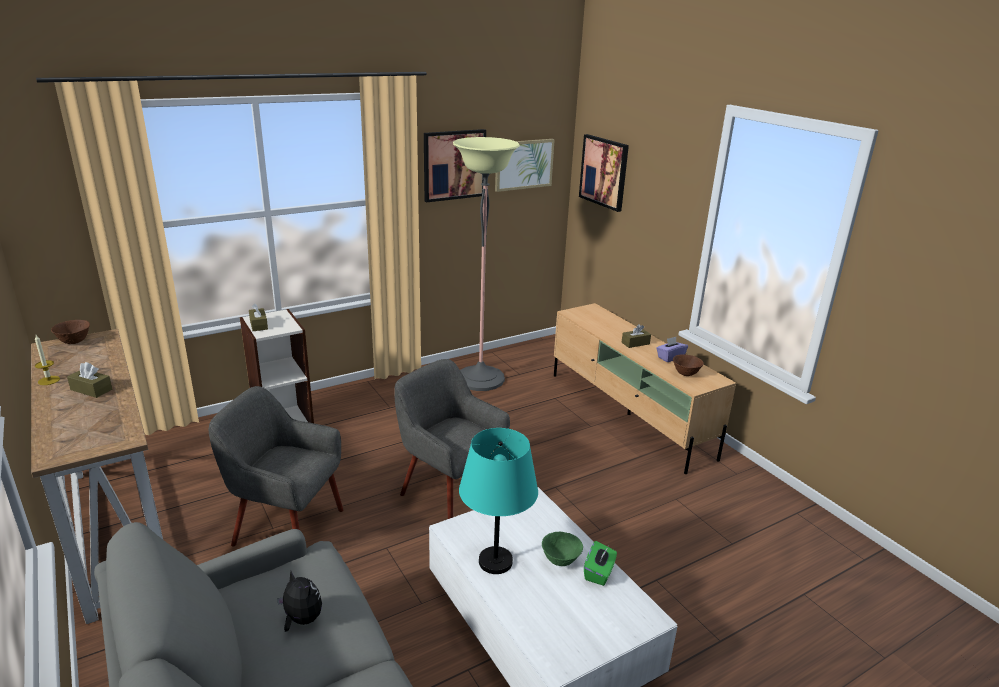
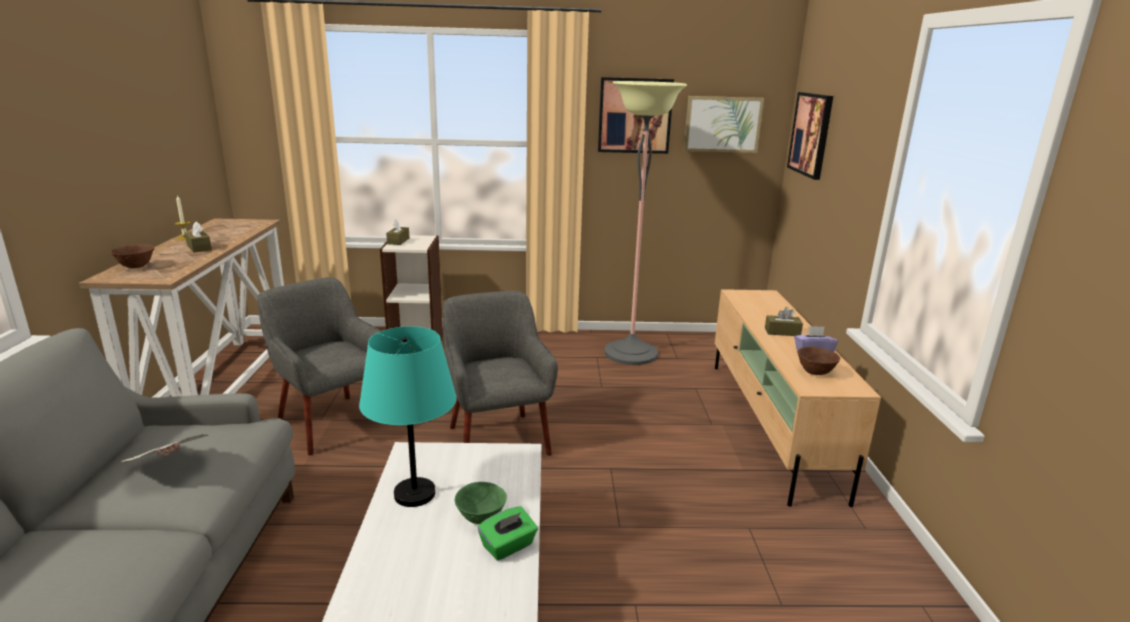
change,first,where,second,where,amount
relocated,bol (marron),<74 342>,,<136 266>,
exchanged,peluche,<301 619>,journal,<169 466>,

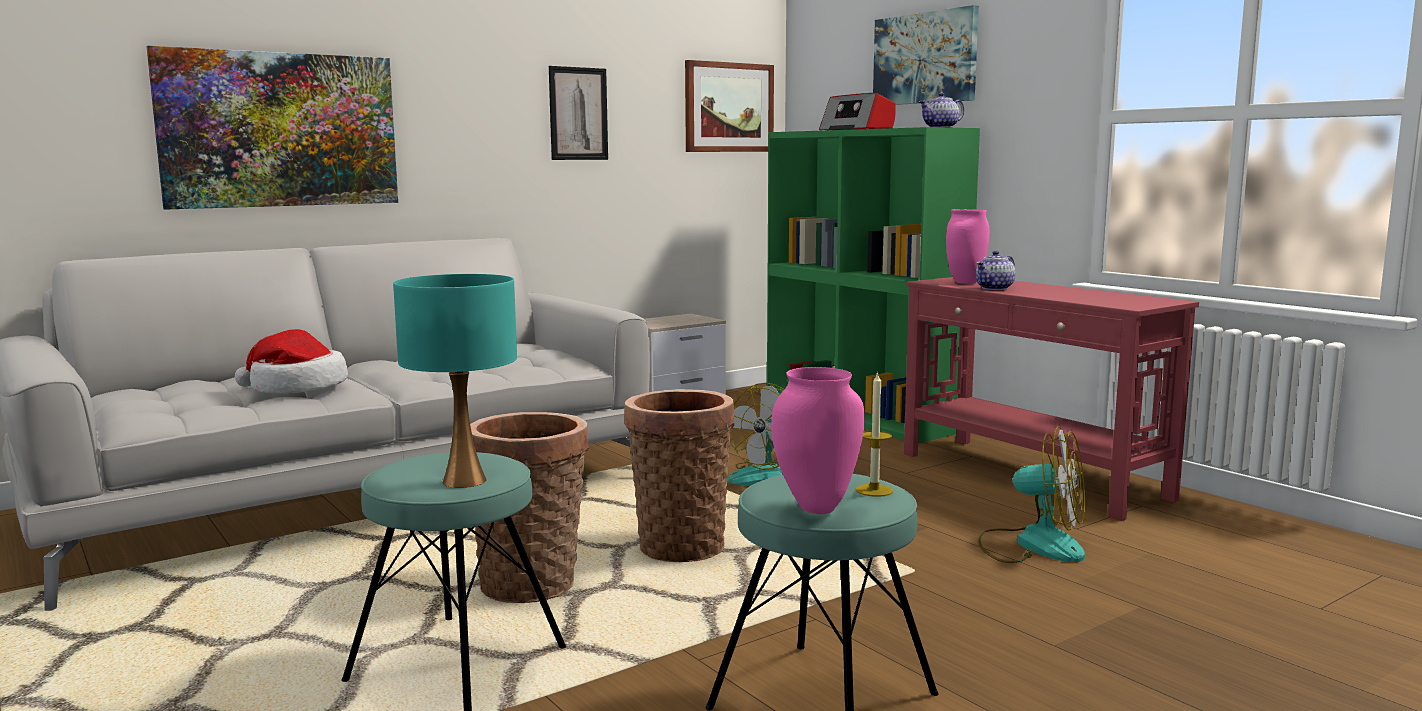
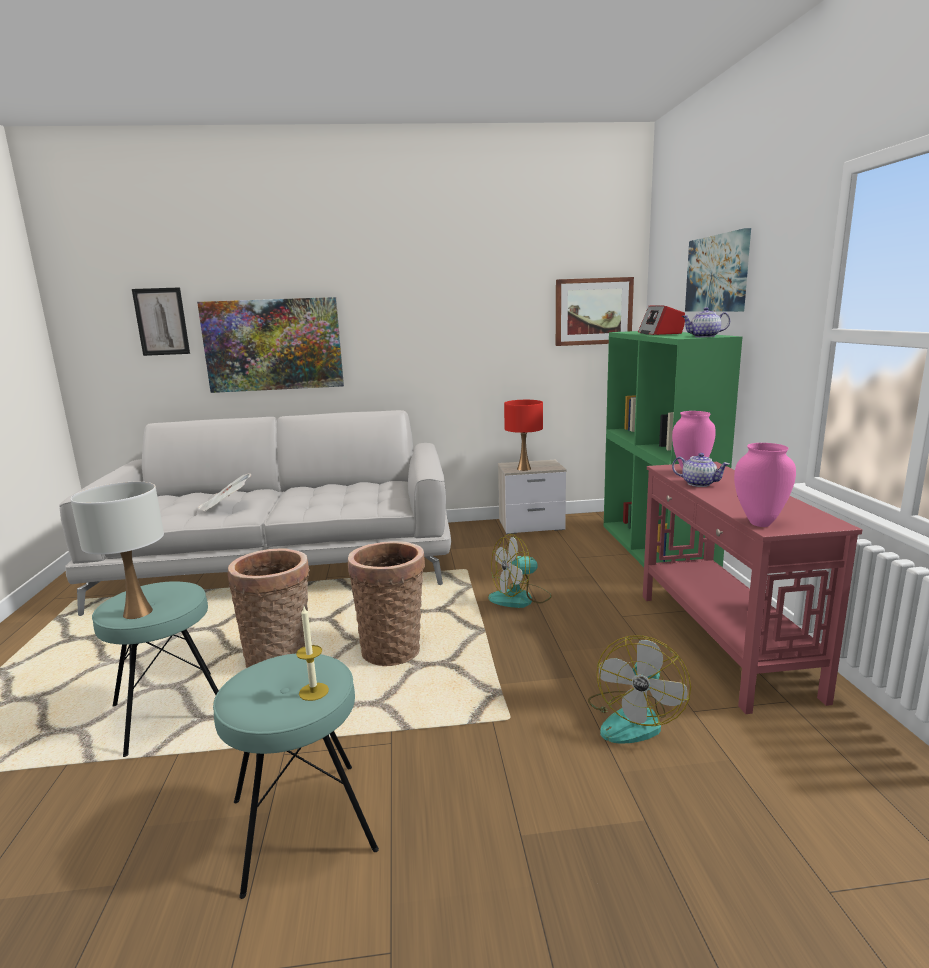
change,first,where,second,where,amount
appeared,,,lampe de table (rouge),<524 469>,
relocated,tableau,<578 113>,,<161 321>,
relocated,vase (rose),<816 507>,,<759 523>,
exchanged,chapeau,<296 388>,journal,<225 506>,
colour,lampe de table (turquoise),<465 481>,lampe de table (blanc),<138 612>,
spun,théière,<995 288>,,<699 483>,135 degrees counterclockwise
spun,ventilateur,<1032 545>,,<633 719>,60 degrees clockwise

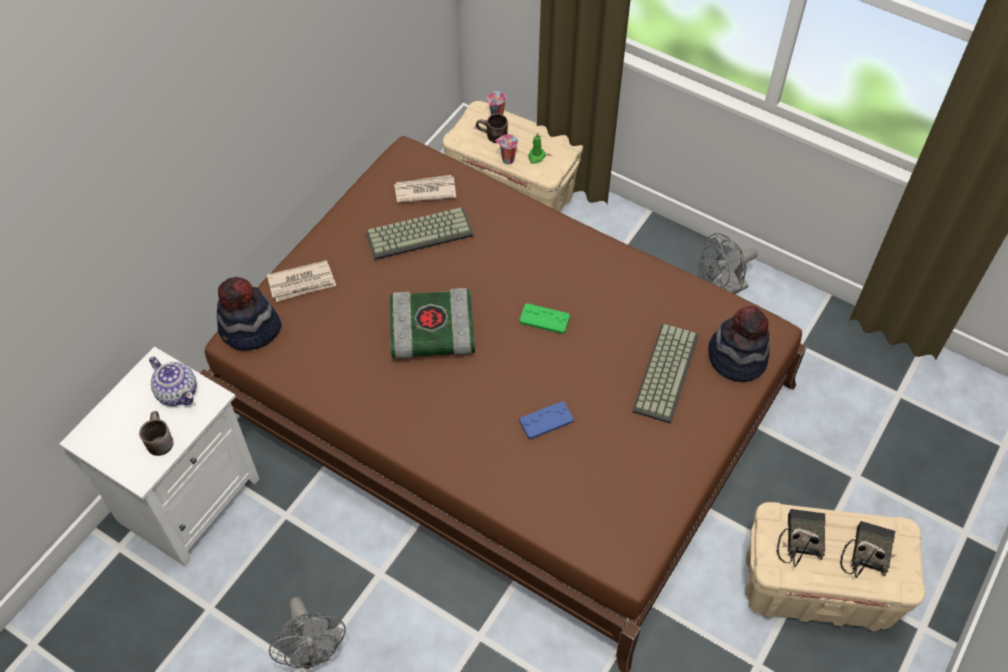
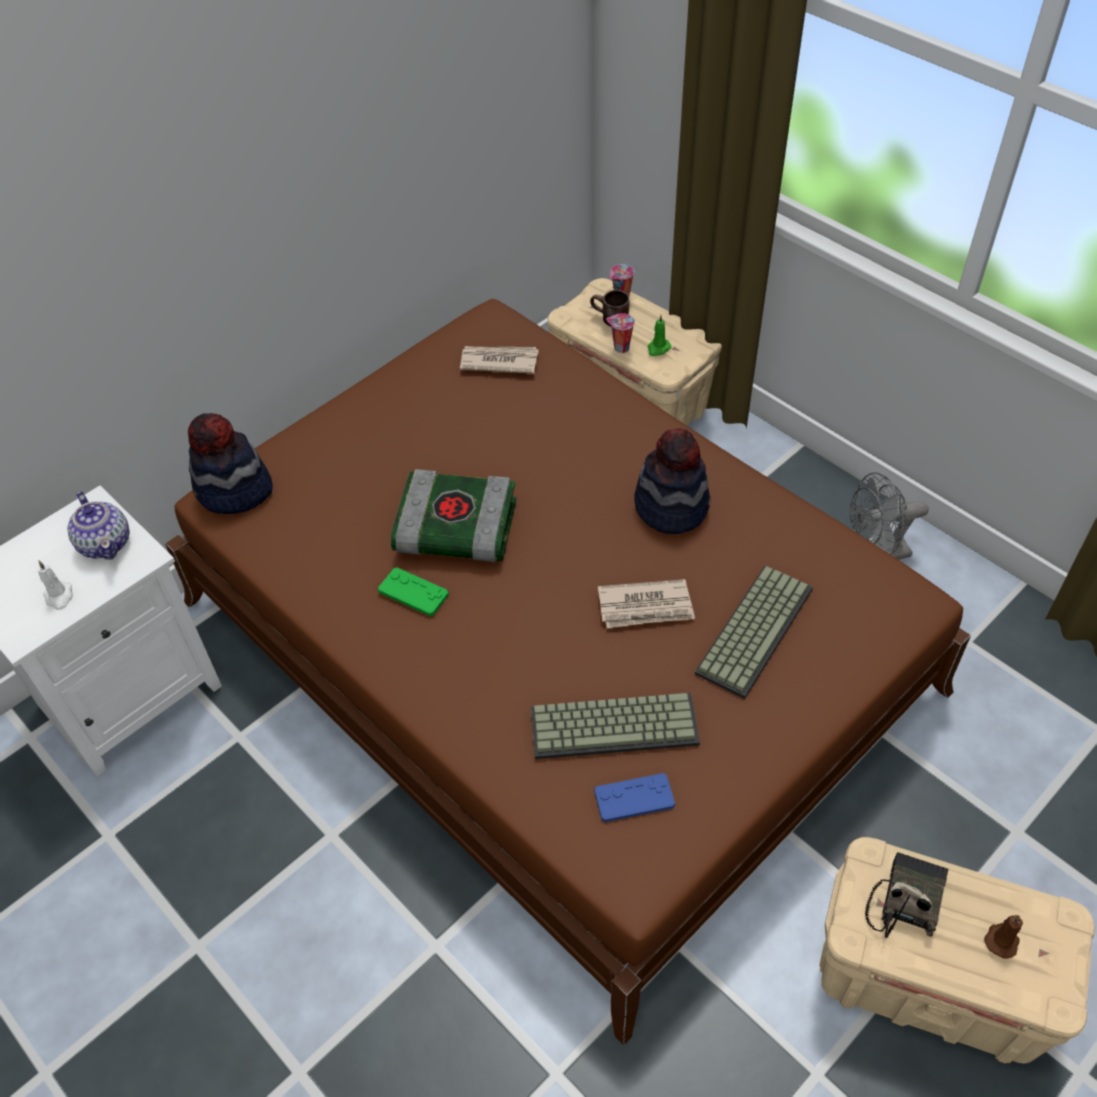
change,first,where,second,where,amount
missing,ventilateur (gris),<314 652>,,,
relocated,journal,<302 283>,,<646 607>,
relocated,clavier,<420 233>,,<615 724>,
relocated,manette (vert),<544 319>,,<413 592>,
relocated,manette (bleu),<546 420>,,<634 798>,
relocated,chapeau,<737 358>,,<671 506>,
exchanged,mug (marron),<158 440>,bougie (blanc),<59 596>,
exchanged,radio,<865 552>,bougie (marron),<1002 939>,

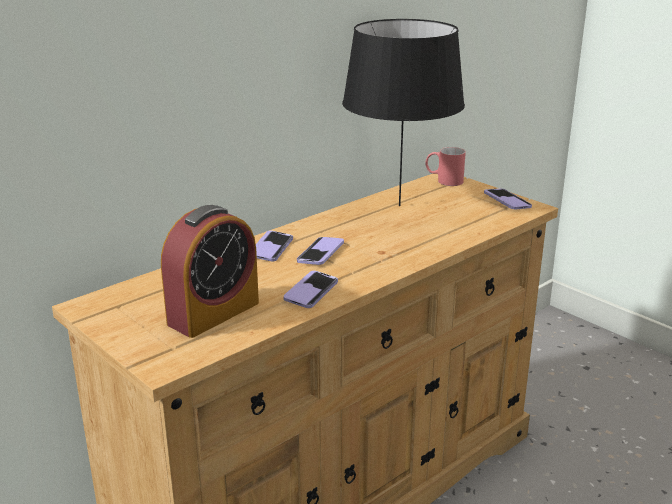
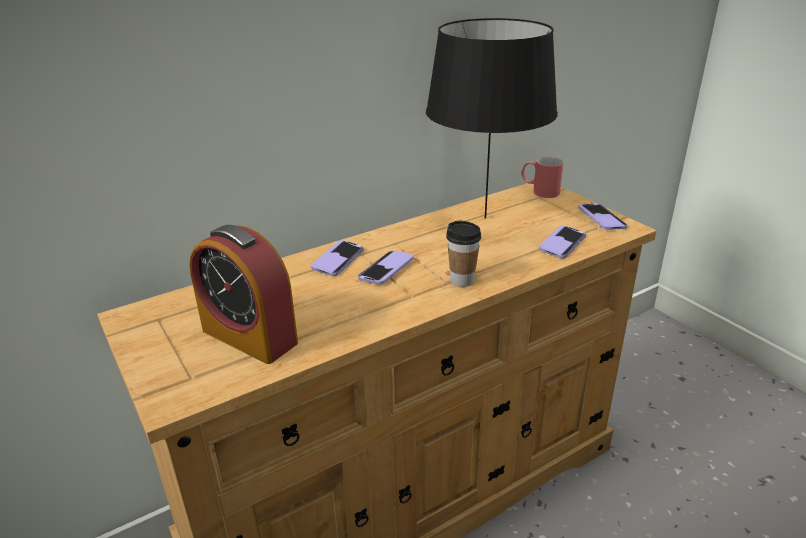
change,first,where,second,where,amount
appeared,,,tasse,<462 280>,
relocated,téléphone,<311 291>,,<562 243>,
spun,réveil,<213 313>,,<249 336>,75 degrees clockwise

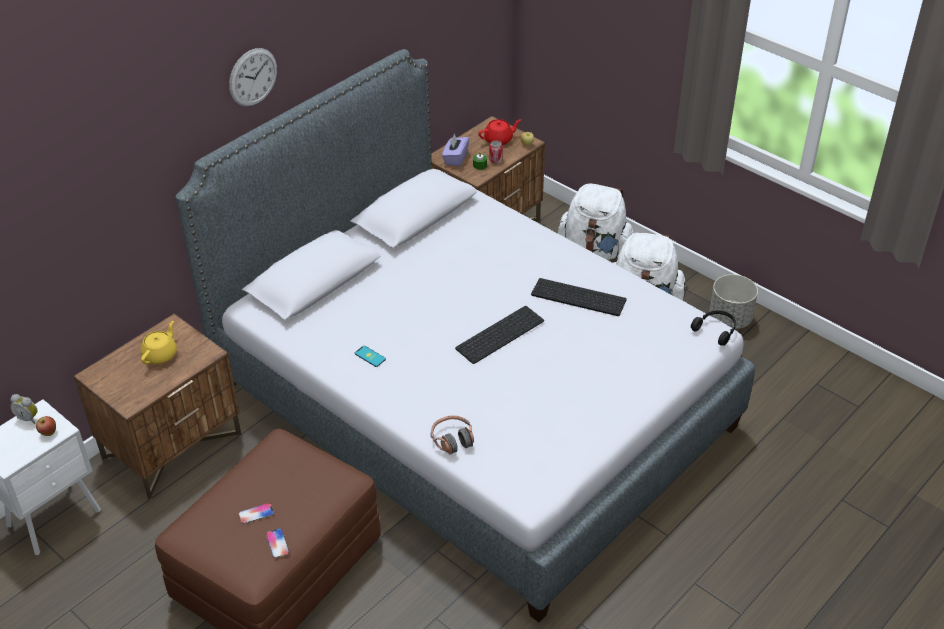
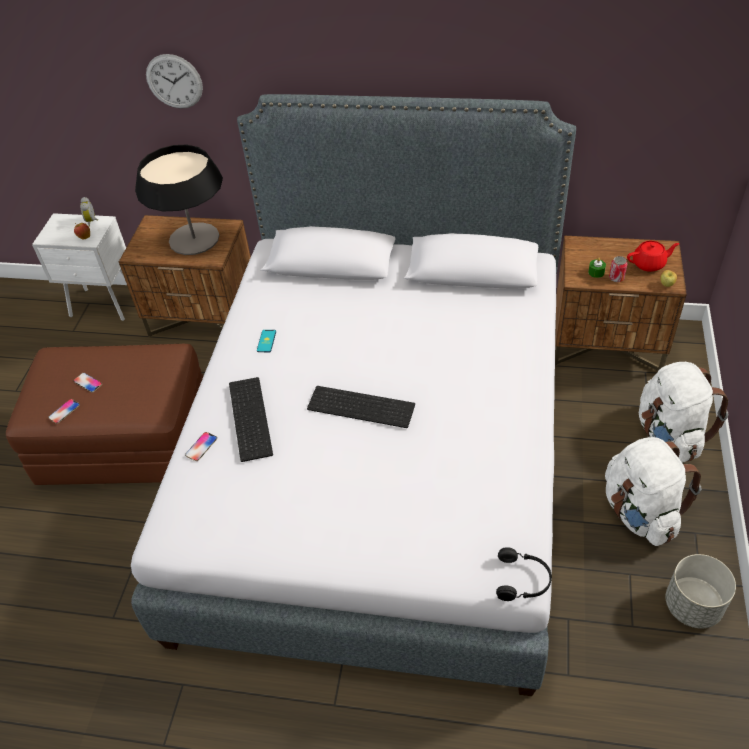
change,first,where,second,where,amount
missing,boîte à mouchoirs (violet),<455 158>,,,
relocated,horloge murale,<253 77>,,<174 81>,
relocated,clavier,<577 298>,,<248 418>,
exchanged,théière (jaune),<161 354>,lampe de table,<194 239>,
exchanged,casque audio,<452 439>,téléphone,<201 447>,
spun,théière (rouge),<499 140>,,<649 264>,45 degrees counterclockwise

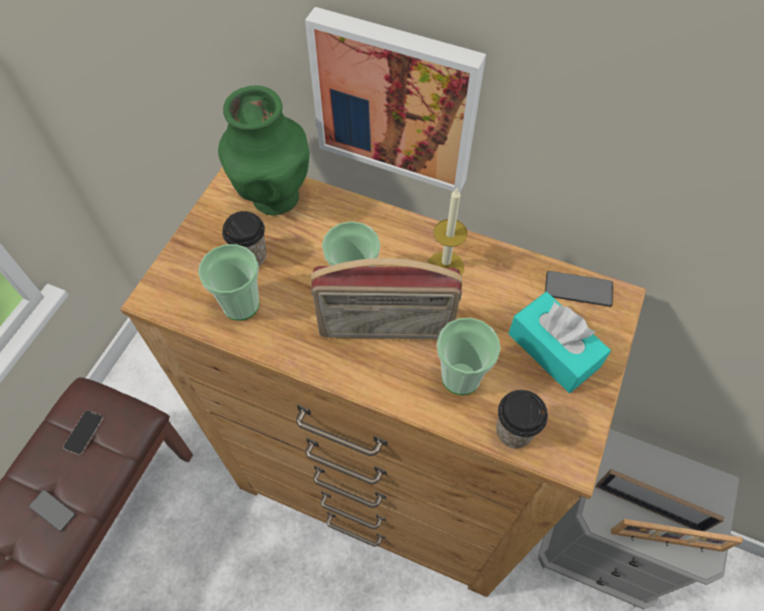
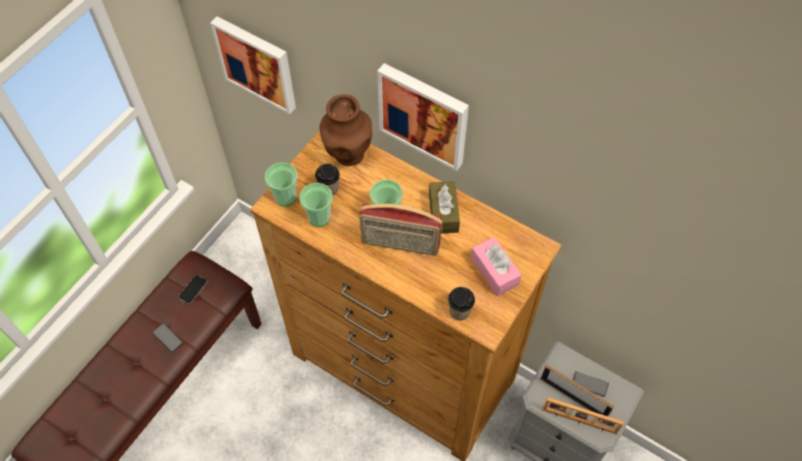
change,first,where,second,where,amount
appeared,,,tableau,<257 63>,
relocated,tasse,<461 377>,,<285 197>,
relocated,téléphone,<578 289>,,<589 384>,
exchanged,bougie,<445 266>,boîte à mouchoirs (marron),<443 213>,
colour,vase (vert),<274 198>,vase (marron),<348 155>,
colour,boîte à mouchoirs (turquoise),<553 350>,boîte à mouchoirs (rose),<494 271>,

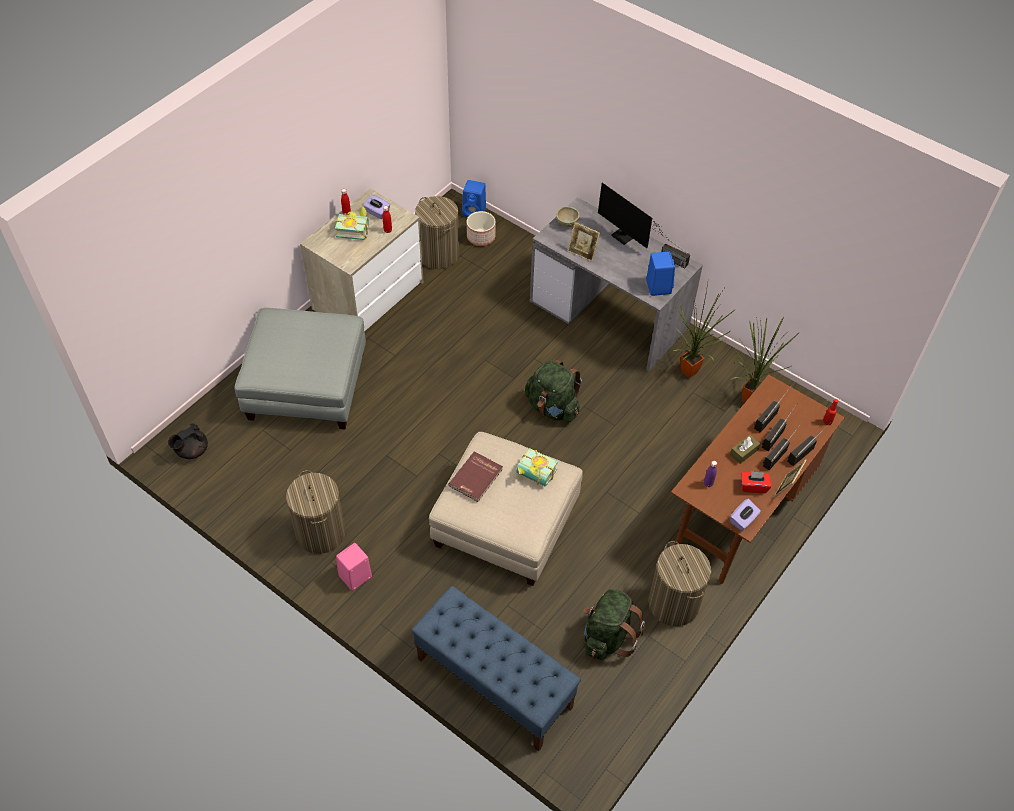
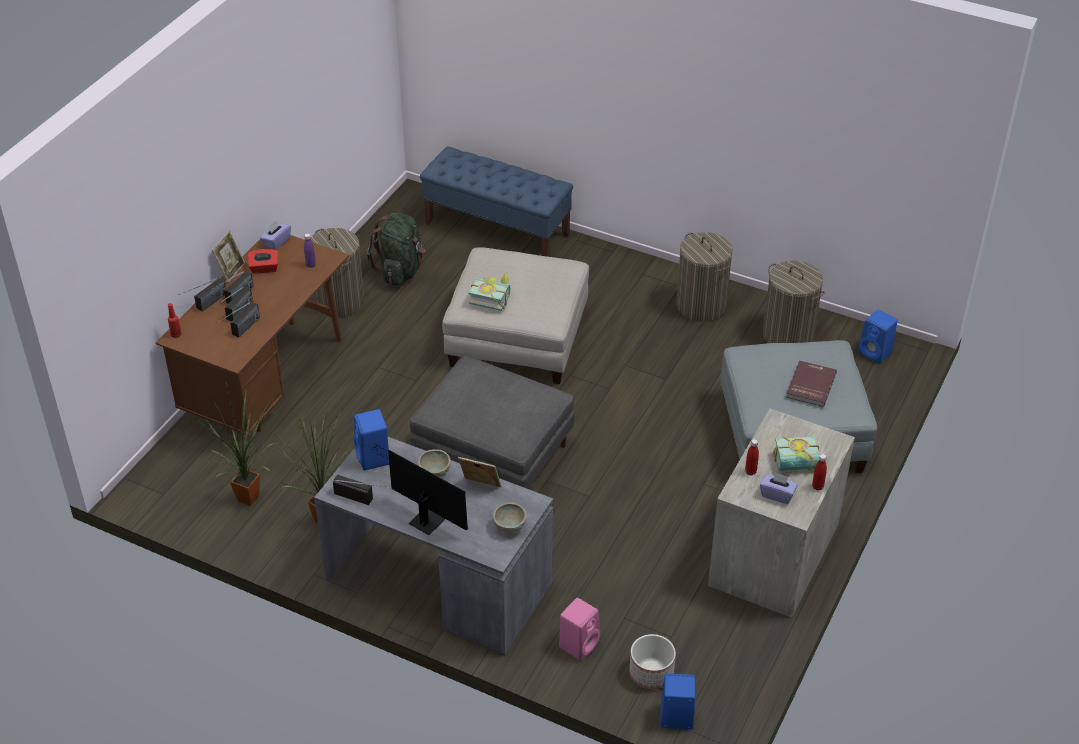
change,first,where,second,where,amount
missing,boîte à mouchoirs (marron),<743 452>,,,
appeared,,,bol (beige),<435 472>,
relocated,enceinte (rose),<354 577>,,<579 644>,
relocated,panier à linge,<438 254>,,<788 334>,
relocated,livre (rouge),<476 478>,,<810 385>,
exchanged,théière (noir),<191 450>,enceinte (bleu),<876 352>,
exchanged,sac à dos (vert),<552 407>,pouf (gris),<492 454>,

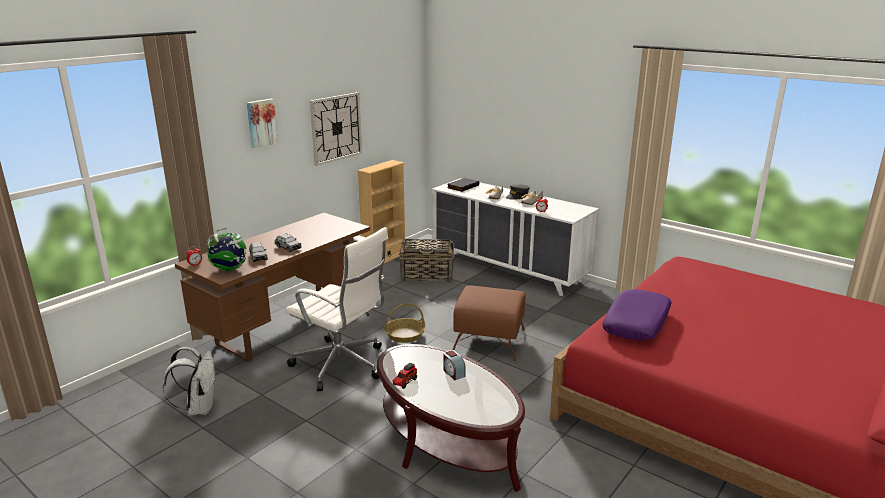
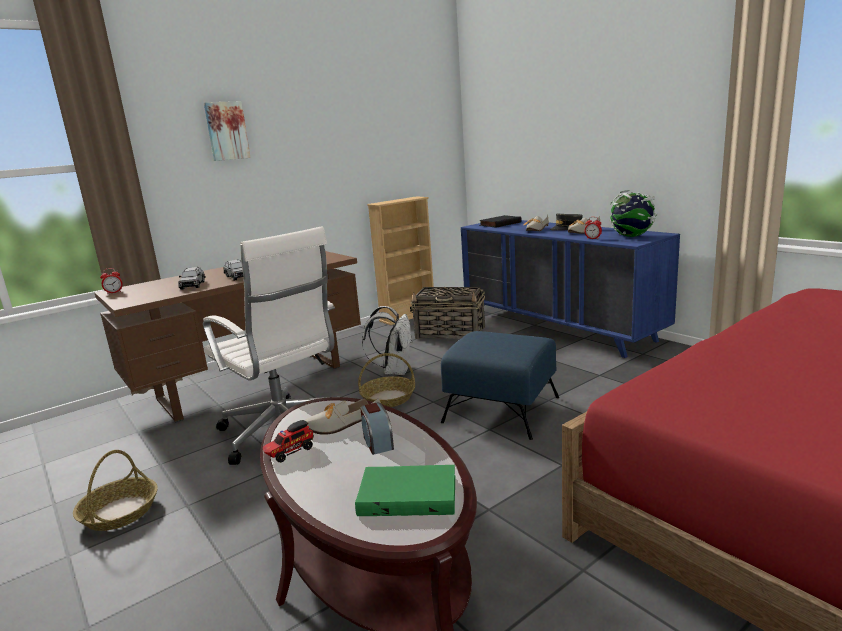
change,first,where,second,where,amount
missing,horloge murale,<336 128>,,,
missing,coussin (violet),<637 323>,,,
appeared,,,panier,<120 512>,
appeared,,,chaussure,<338 425>,
appeared,,,livre (vert),<409 494>,
relocated,sac à dos (blanc),<199 408>,,<394 371>,
relocated,globe,<229 269>,,<631 236>,
colour,commode (blanc),<509 269>,commode (bleu),<558 327>,
colour,pouf (marron),<489 340>,pouf (bleu),<502 410>,

